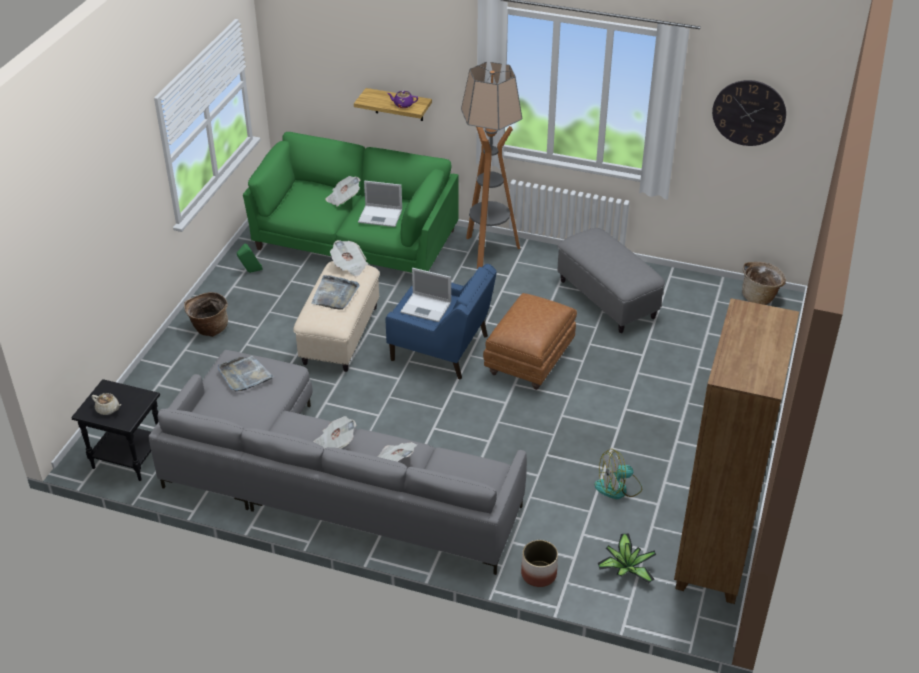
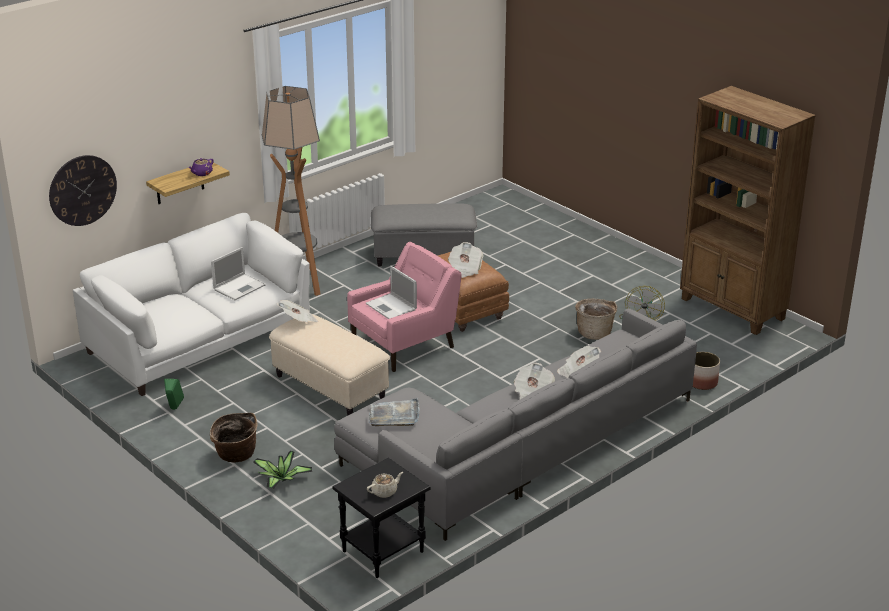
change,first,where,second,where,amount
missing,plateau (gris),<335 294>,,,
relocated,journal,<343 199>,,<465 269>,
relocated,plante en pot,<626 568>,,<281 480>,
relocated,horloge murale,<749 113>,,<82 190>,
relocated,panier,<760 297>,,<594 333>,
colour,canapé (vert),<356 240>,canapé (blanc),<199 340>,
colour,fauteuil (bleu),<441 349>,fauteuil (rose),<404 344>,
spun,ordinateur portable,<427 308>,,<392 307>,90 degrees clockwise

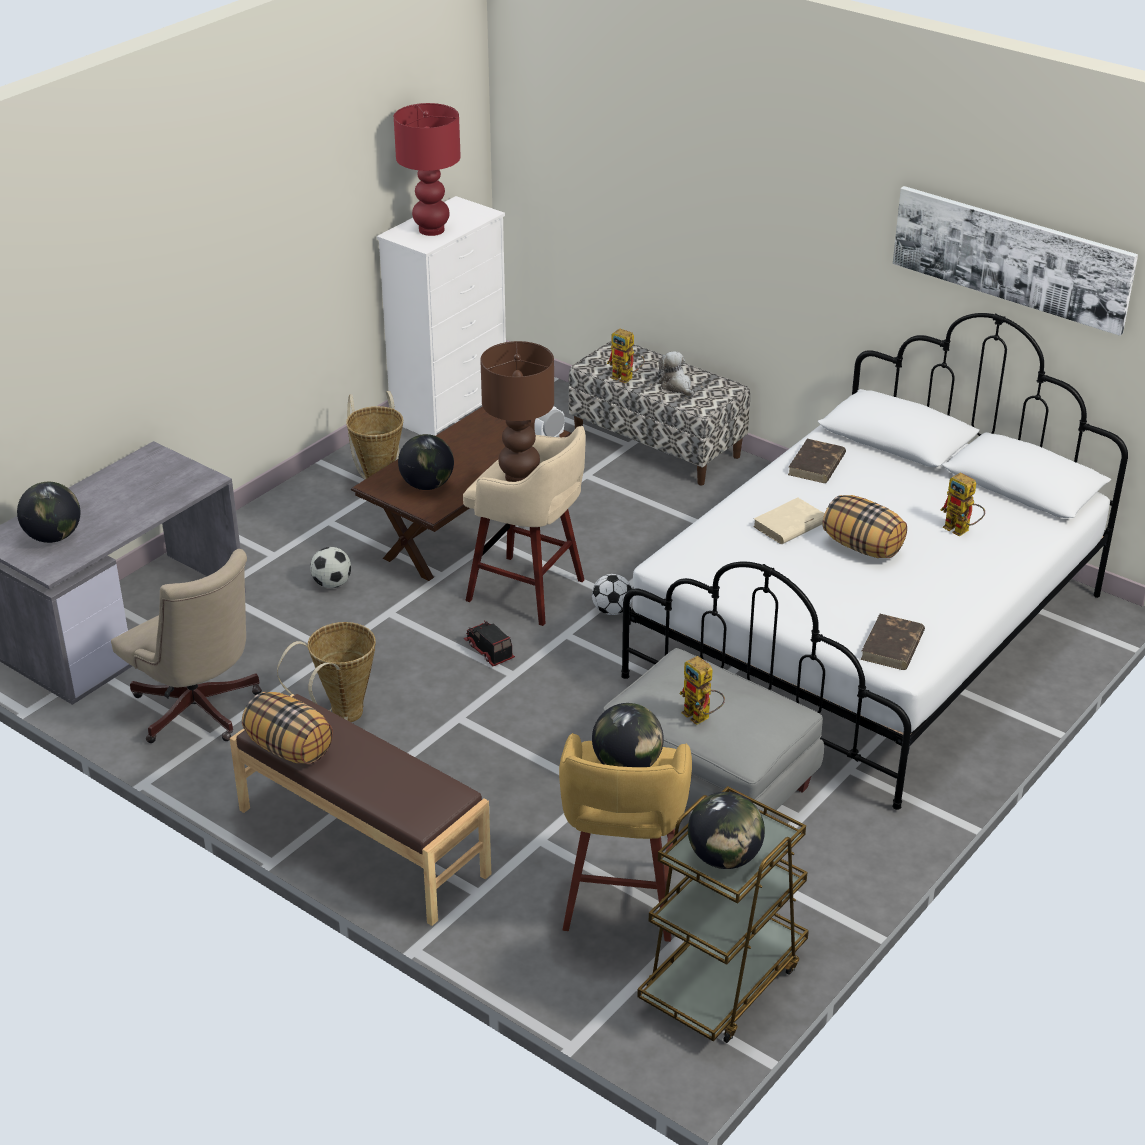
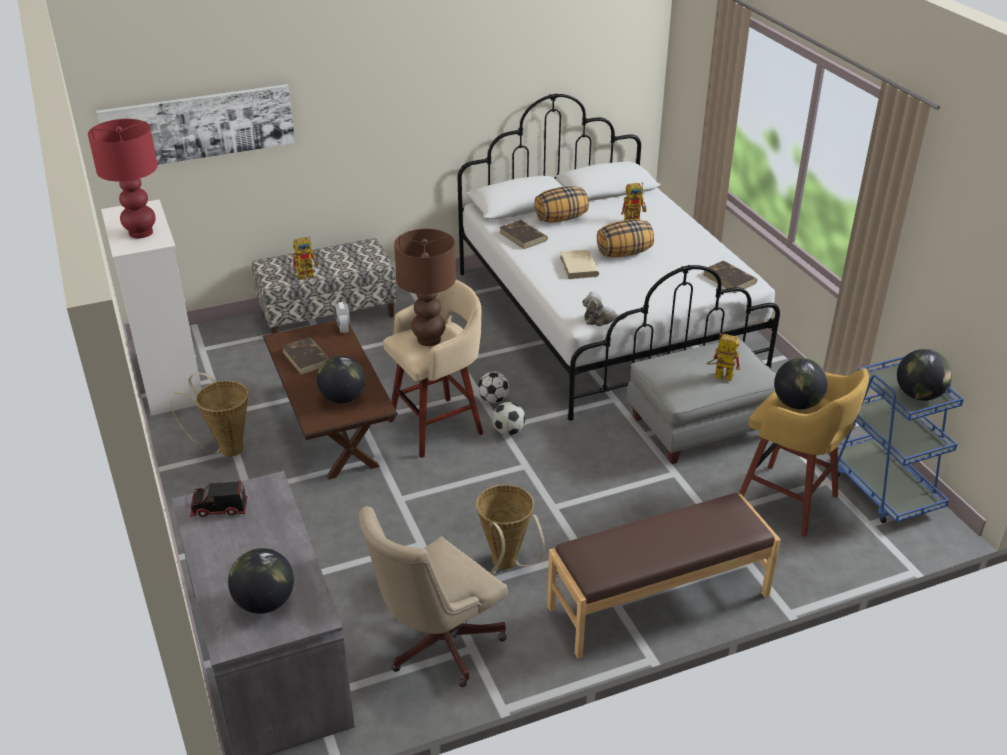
change,first,where,second,where,amount
appeared,,,livre (marron),<306 358>,
relocated,coussin,<290 749>,,<561 218>,
relocated,ballon de foot,<332 583>,,<508 431>,
relocated,camion jouet,<488 651>,,<219 509>,
relocated,peluche,<676 386>,,<601 319>,
relocated,tableau,<1011 258>,,<199 126>,
colour,chariot (marron),<722 981>,chariot (bleu),<882 488>,
spun,chaise de bureau (beige),<199 713>,,<436 645>,150 degrees clockwise
spun,robot jouet,<701 717>,,<719 376>,150 degrees counterclockwise

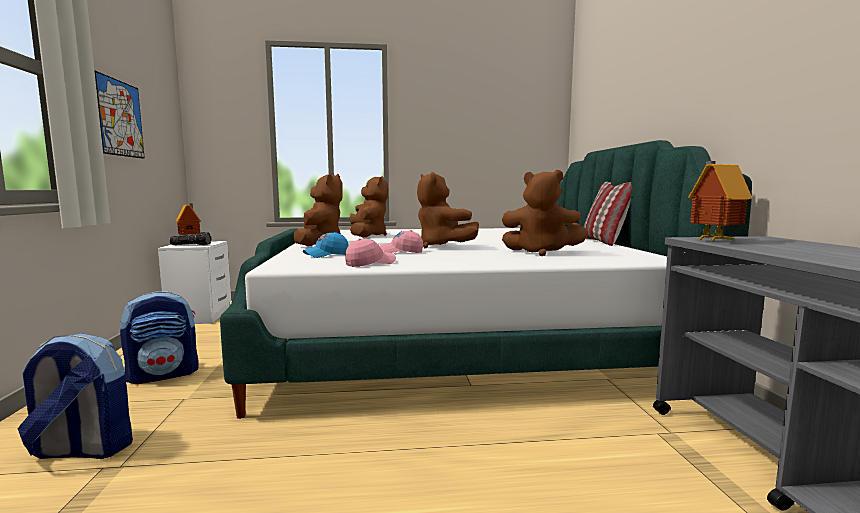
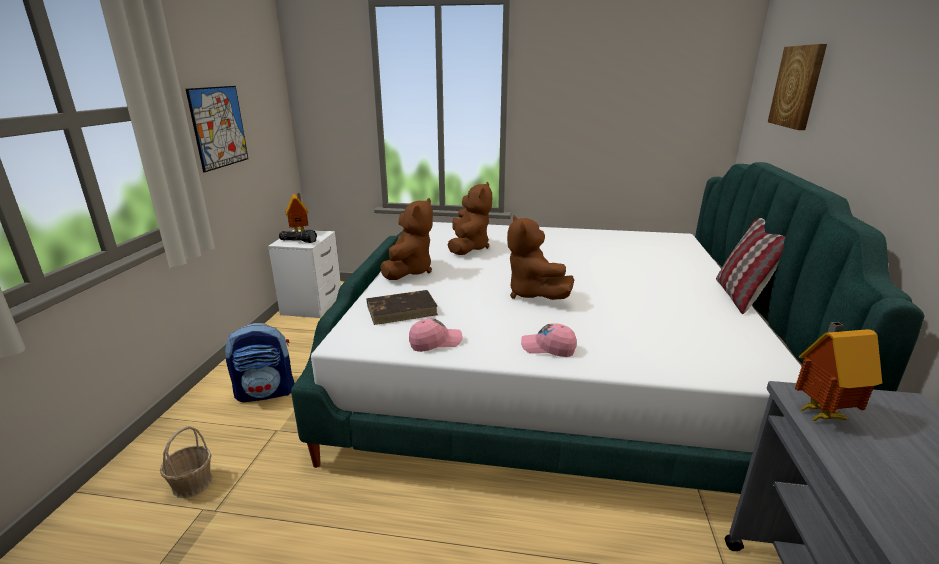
change,first,where,second,where,amount
missing,peluche (marron),<541 252>,,,
appeared,,,tableau,<798 86>,
relocated,casquette (rose),<401 252>,,<548 348>,
exchanged,sac à dos,<82 450>,panier,<191 483>,
exchanged,casquette (bleu),<326 255>,livre (marron),<402 310>,

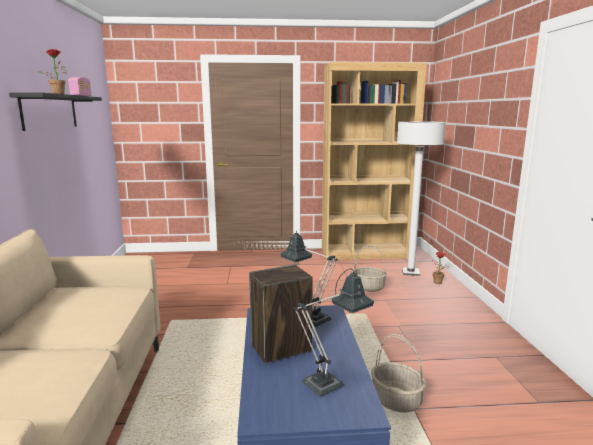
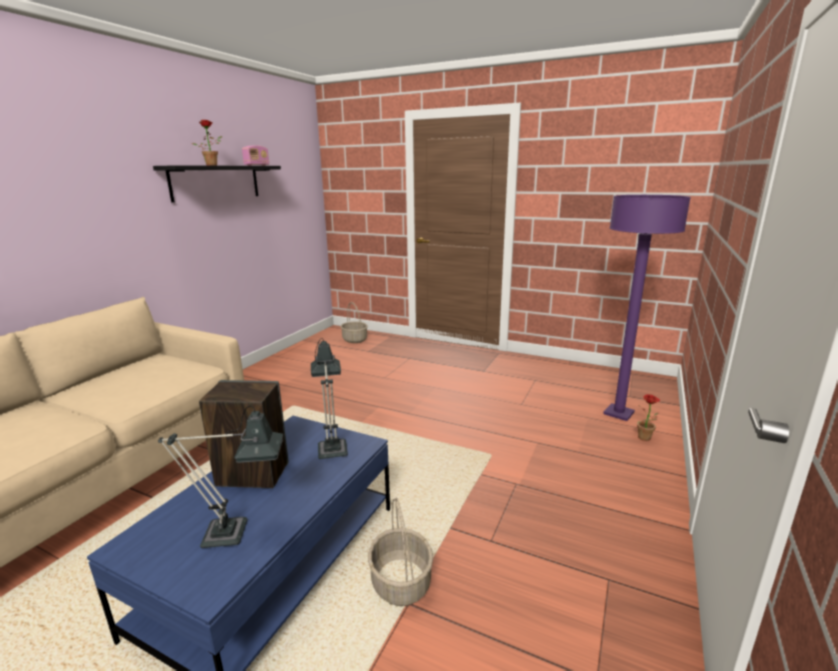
change,first,where,second,where,amount
missing,bibliothèque (marron),<366 253>,,,
relocated,panier,<369 287>,,<355 339>,
colour,lampadaire (blanc),<410 272>,lampadaire (violet),<618 413>,

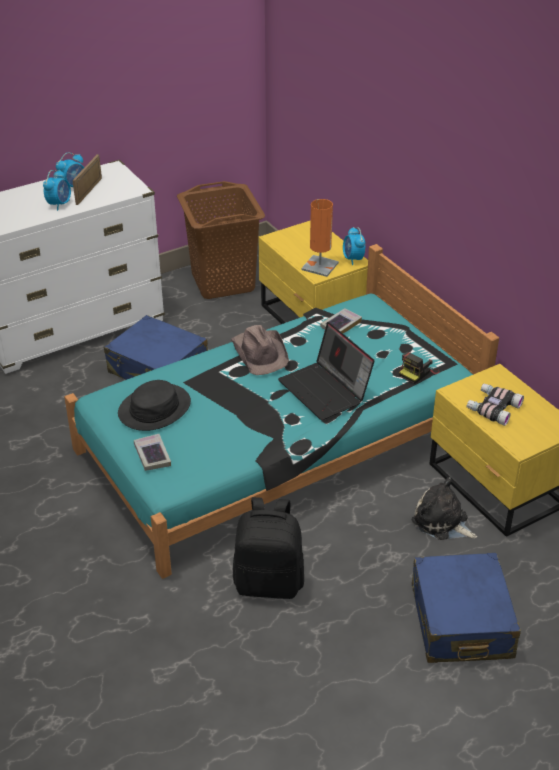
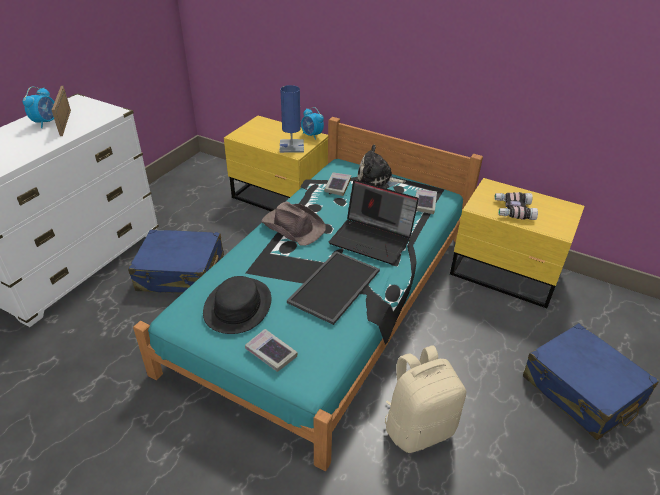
change,first,where,second,where,amount
missing,réveil,<59 204>,,,
missing,panier à linge (marron),<222 282>,,,
appeared,,,plateau,<335 287>,
relocated,peluche,<442 522>,,<377 180>,
exchanged,appareil photo,<418 372>,livre,<424 203>,
colour,sac à dos (noir),<269 582>,sac à dos (beige),<418 427>,
colour,lampe de table (orange),<320 266>,lampe de table (bleu),<291 146>,

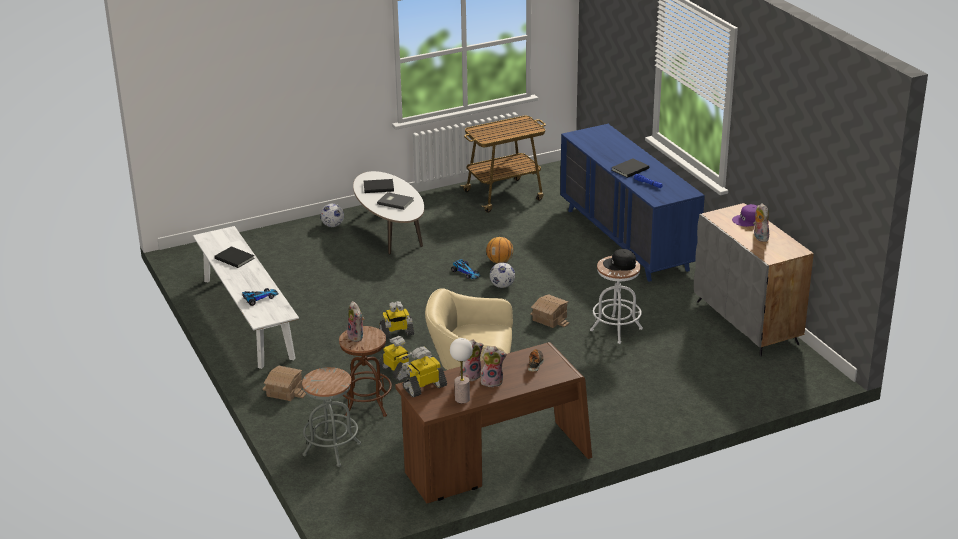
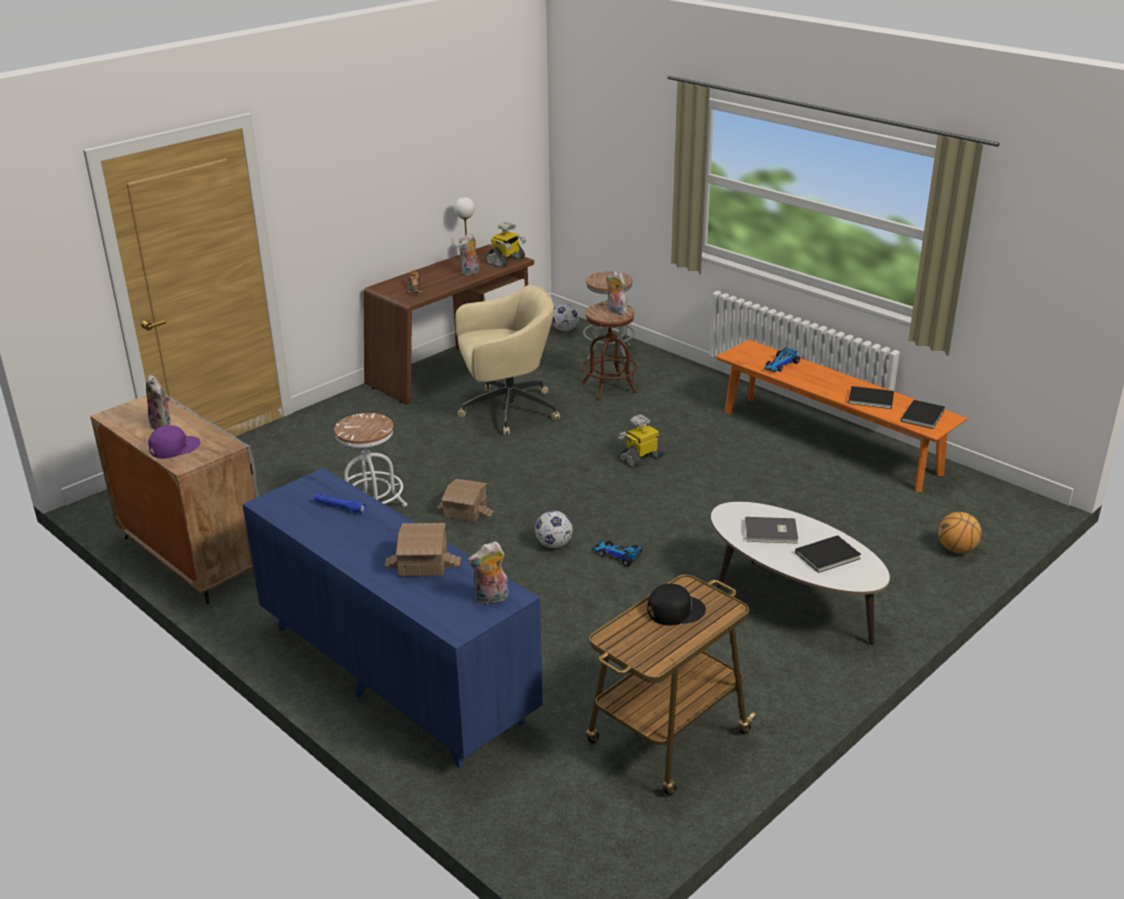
change,first,where,second,where,amount
missing,robot jouet,<397 371>,,,
relocated,maison miniature,<284 392>,,<423 562>,
relocated,ballon de foot,<332 225>,,<565 330>,
relocated,peluche,<492 382>,,<491 599>,
relocated,ballon de basket,<499 261>,,<956 549>,
relocated,casquette (noir),<620 264>,,<675 610>,
relocated,livre (noir),<629 169>,,<924 416>,
colour,banc (blanc),<247 318>,banc (orange),<829 442>,

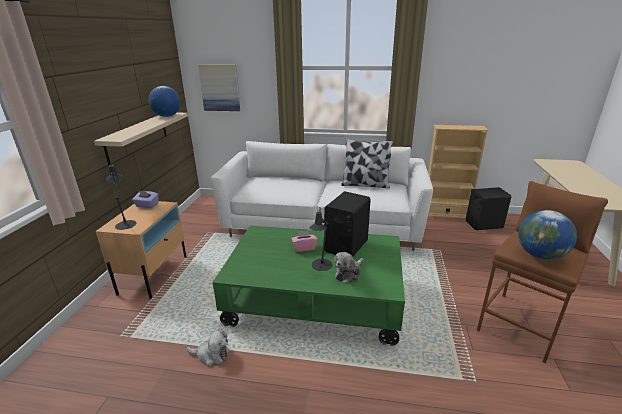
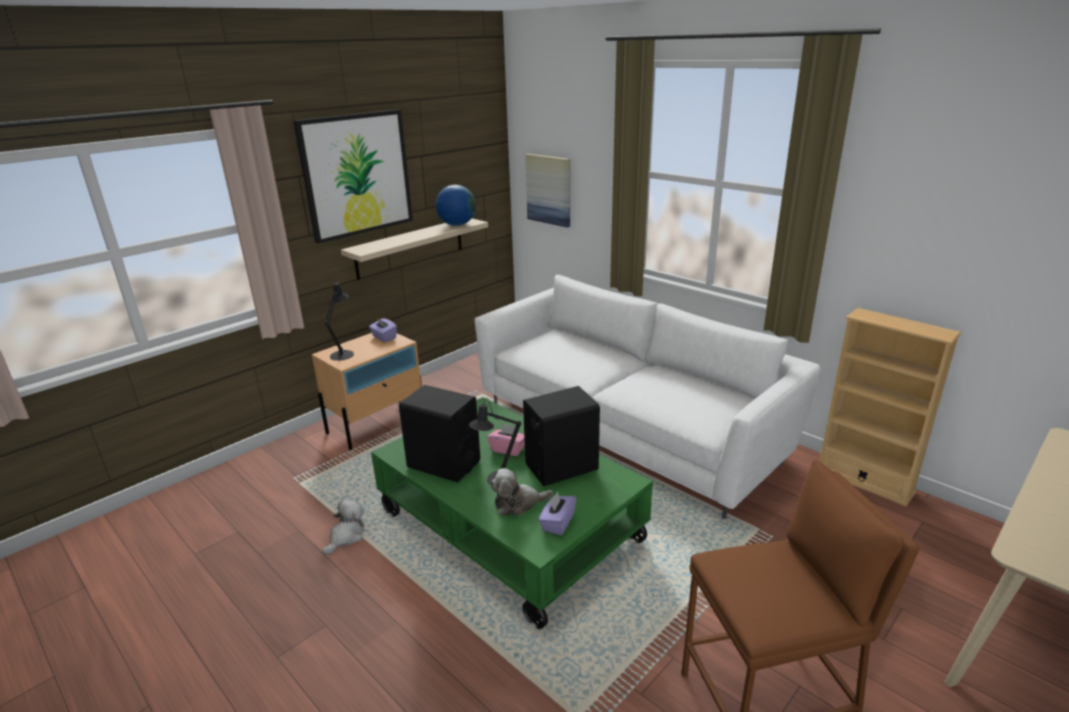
change,first,where,second,where,amount
missing,coussin,<365 184>,,,
missing,globe,<540 255>,,,
appeared,,,tableau,<357 174>,
appeared,,,boîte à mouchoirs (violet),<557 523>,
relocated,enceinte (noir),<483 224>,,<443 464>,
spun,peluche,<211 355>,,<346 536>,105 degrees counterclockwise

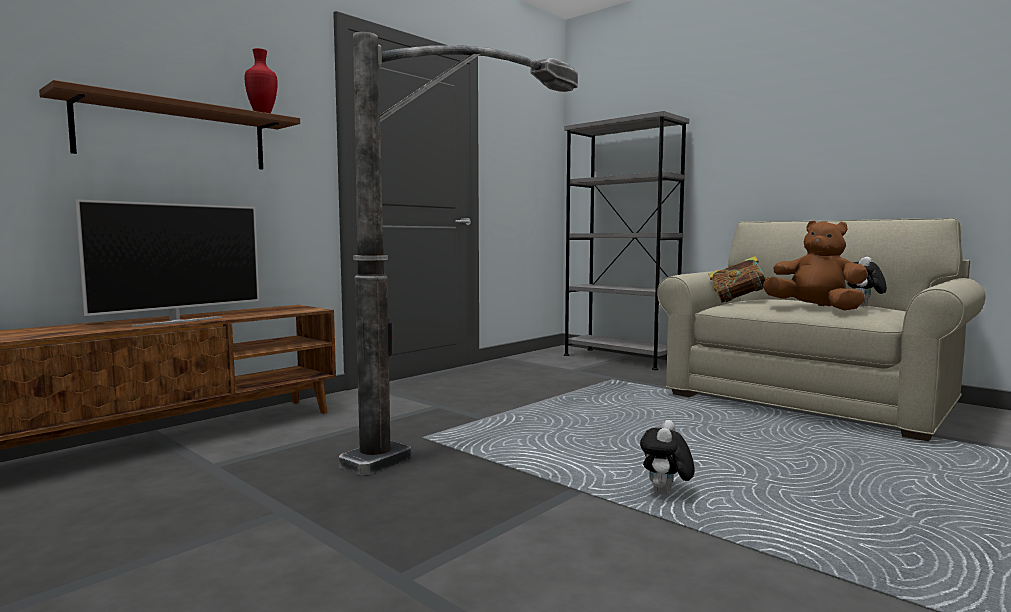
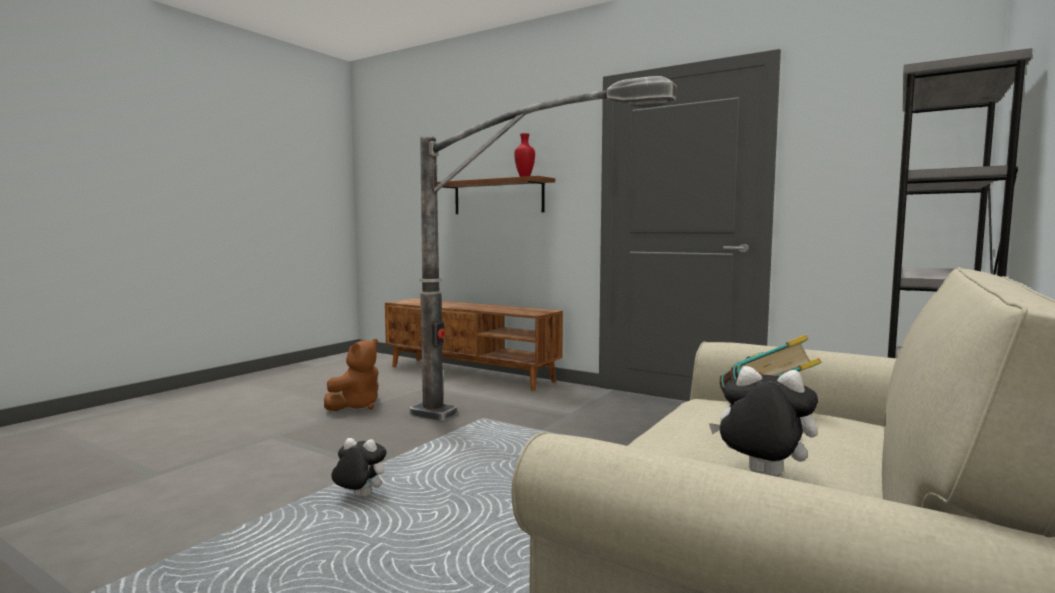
change,first,where,second,where,amount
missing,téléviseur,<178 321>,,,
relocated,peluche (marron),<815 308>,,<356 406>,

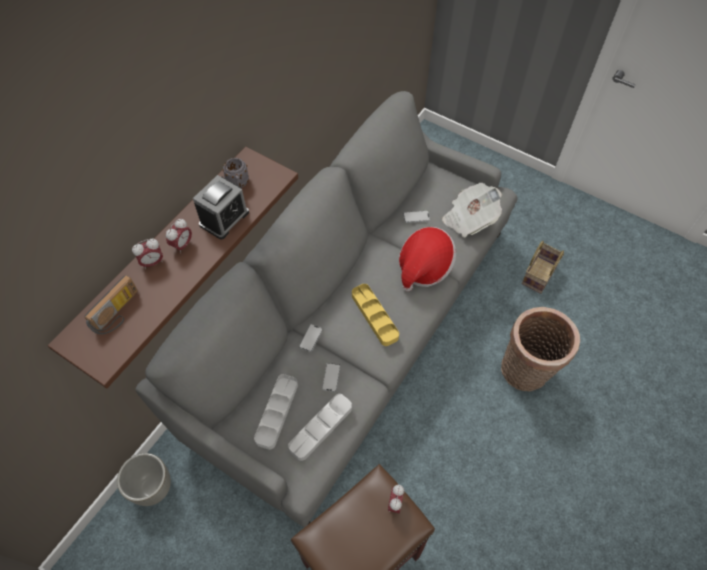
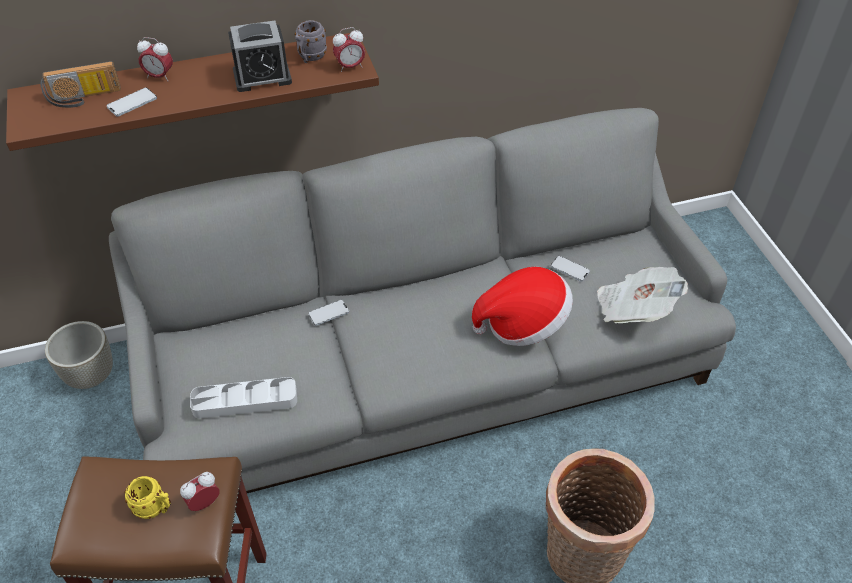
change,first,where,second,where,amount
missing,plateau (gris),<277 412>,,,
missing,plateau (jaune),<374 316>,,,
missing,panier,<538 274>,,,
appeared,,,mug (jaune),<155 508>,
relocated,réveil,<182 245>,,<350 67>,
relocated,téléphone,<331 377>,,<132 103>,

